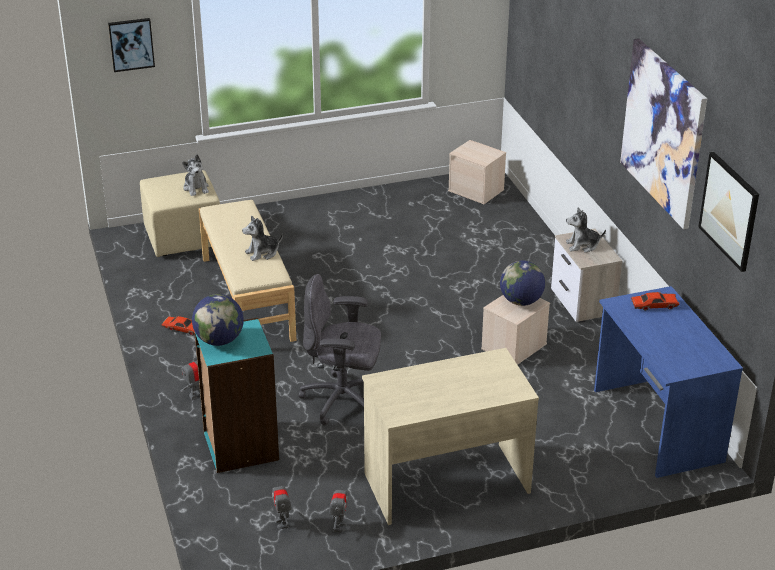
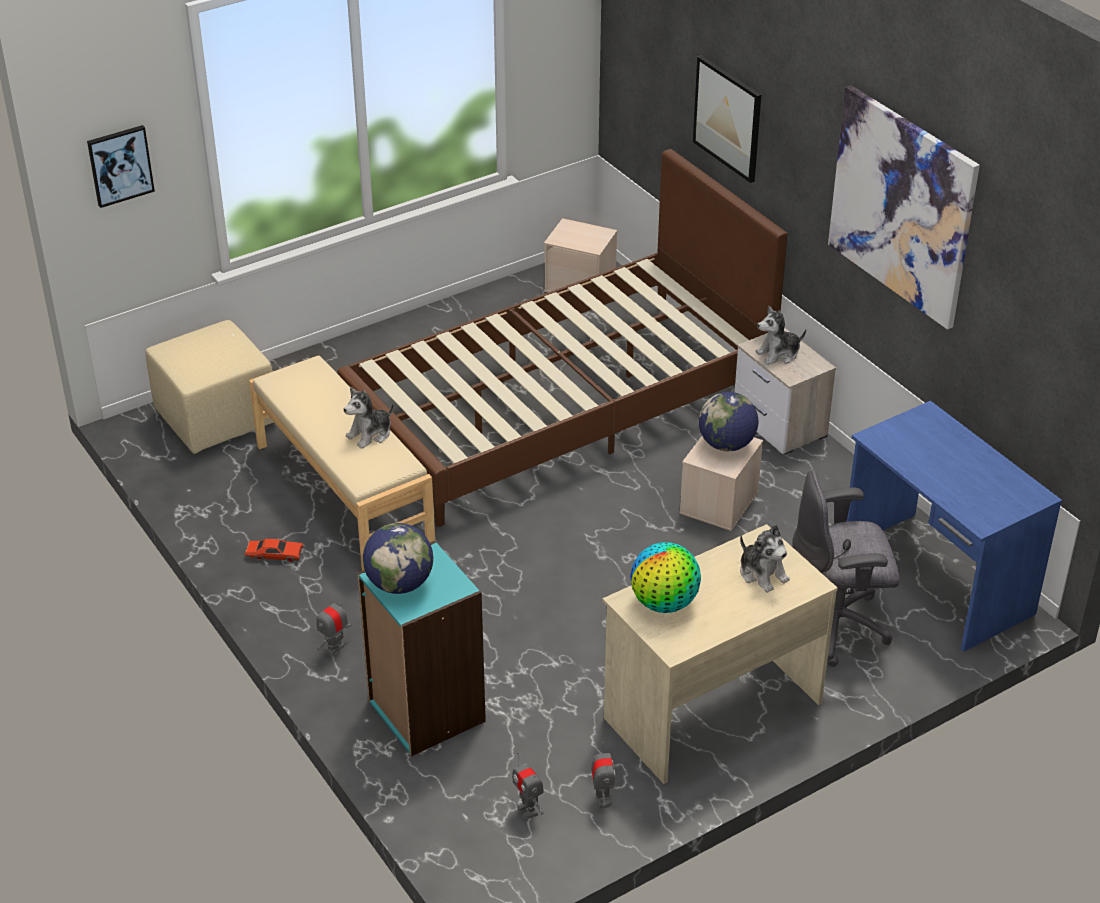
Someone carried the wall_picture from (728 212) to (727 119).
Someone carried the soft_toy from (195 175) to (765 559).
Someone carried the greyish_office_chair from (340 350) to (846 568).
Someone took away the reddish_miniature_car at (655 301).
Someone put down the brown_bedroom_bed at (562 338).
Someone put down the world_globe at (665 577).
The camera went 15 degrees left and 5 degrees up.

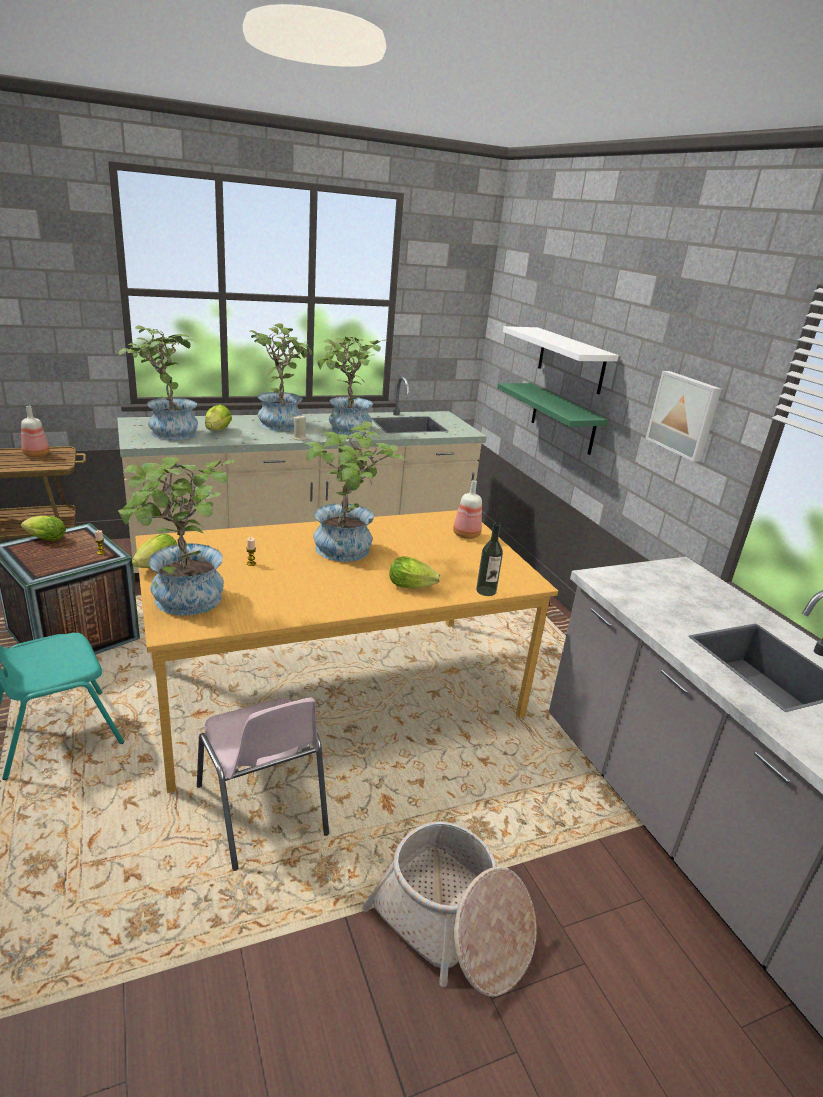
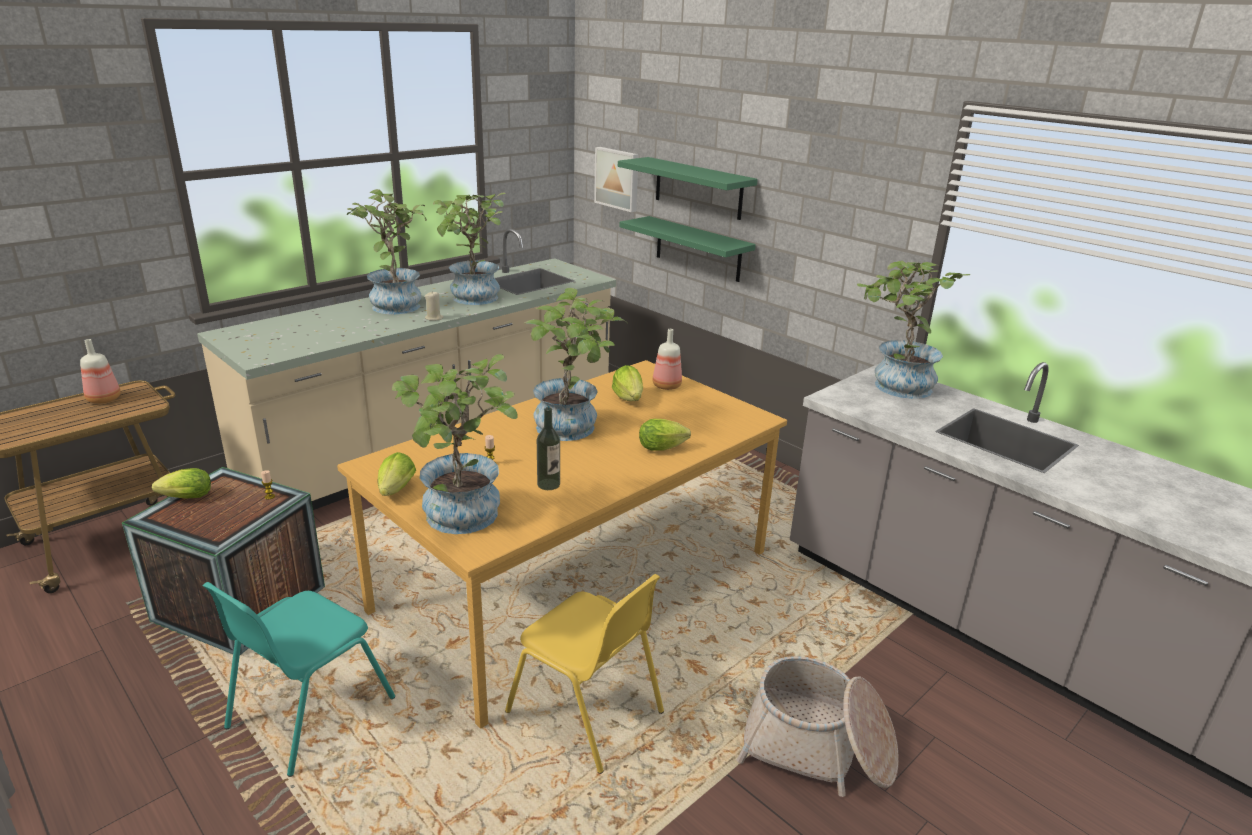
Someone carried the potted_plant from (158 382) to (913 330).
Someone repainted the white_shelf at (561 360), which became the greenish_shelf at (688 188).
Someone carried the wall_picture from (683 416) to (616 179).
Someone carried the head_of_lettuce from (218 417) to (627 383).
Someone carried the beverage_bottle from (489 559) to (548 448).
Someone repainted the pink-coloured_plain_chair at (263 784), which became the yellow_plain_chair at (584 674).
The camera went 20 degrees left and 0 degrees up.

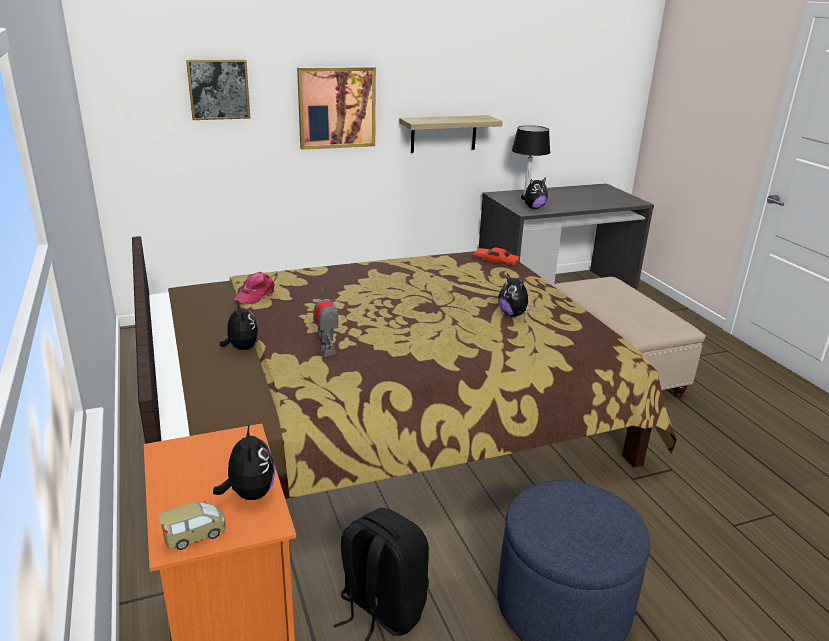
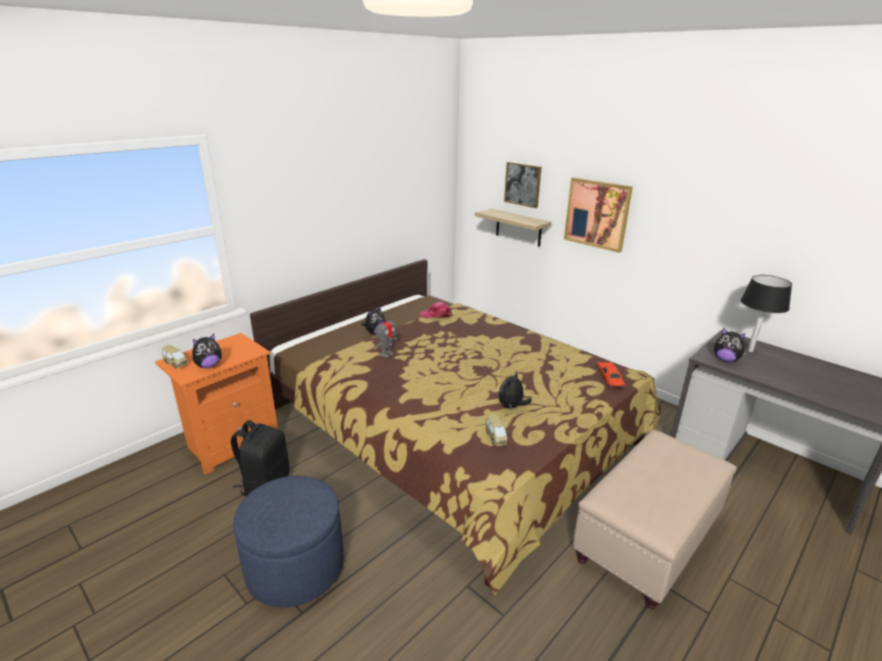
Someone carried the shelf from (451 134) to (513 227).
Someone put down the miniature_car at (497 430).
The camera went 65 degrees right and 0 degrees up.

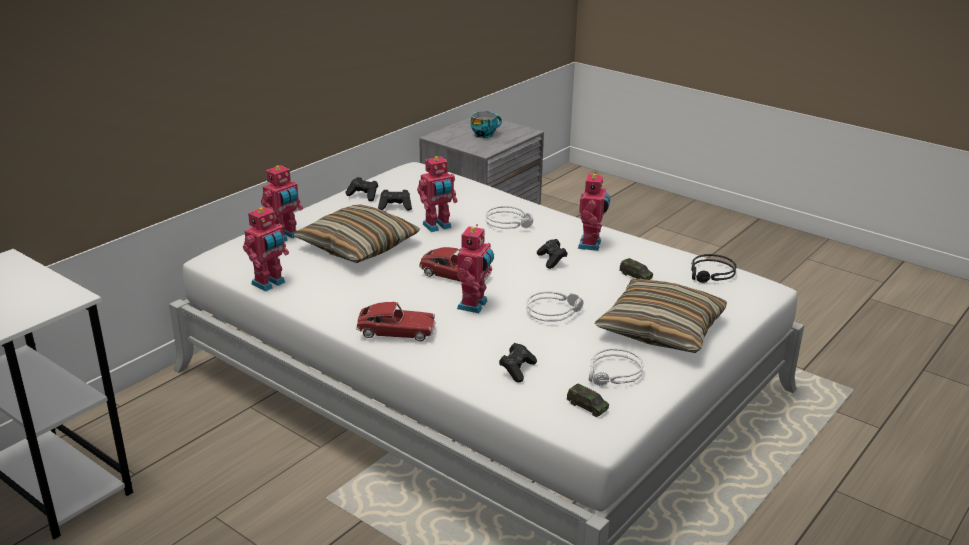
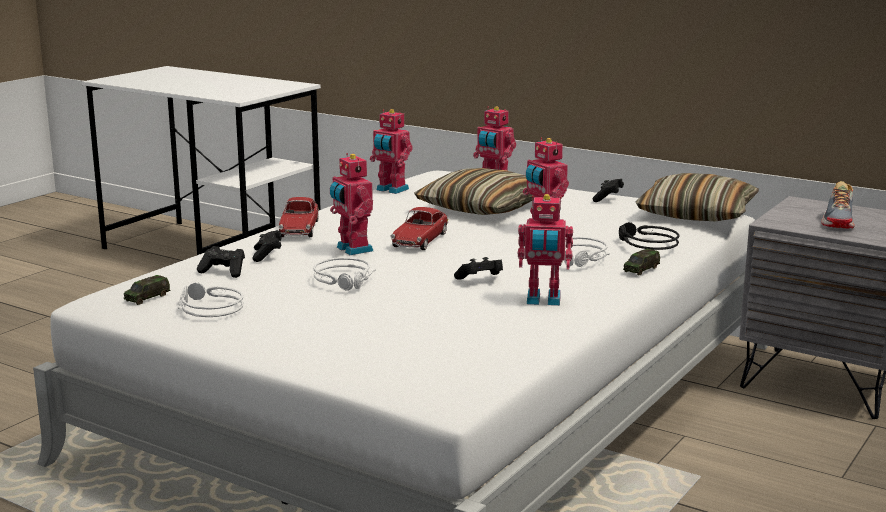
Someone swapped the cup at (486 124) for the low_shoe at (838 204).
Someone carried the black_gamepad from (395 200) to (267 246).
Someone rotated the toy_robot at (475 268) by 45 degrees clockwise.
Someone carried the black_pair_of_headphones from (714 268) to (649 236).
Someone carried the miniature_car from (636 269) to (641 262).
Someone carried the cushion from (661 316) to (697 197).
The camera went 85 degrees right and 10 degrees down.

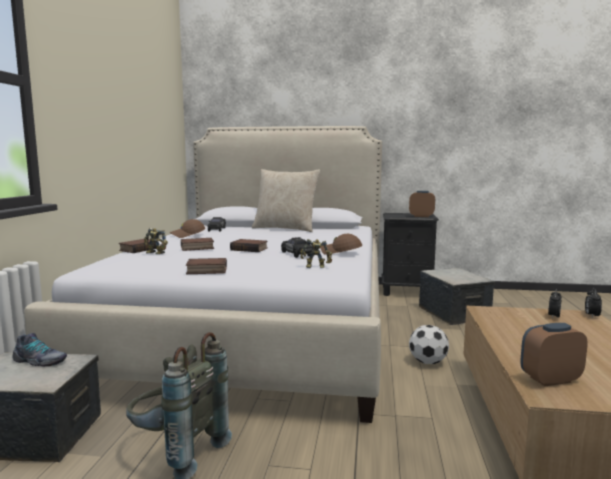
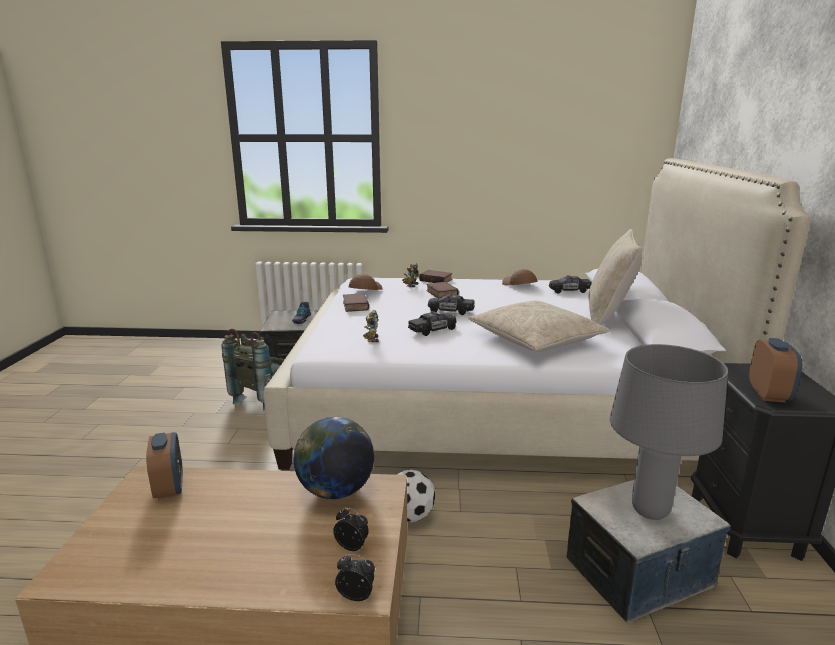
Someone carried the brown_peaked_cap from (341 244) to (366 282).
Someone swapped the bound_book at (249 245) for the black_miniature_car at (451 304).
Someone put down the sand-coloured_cushion at (539 326).
Someone put down the greyish_table_lamp at (669 432).
Someone put down the world_globe at (333 458).
The camera went 85 degrees right and 10 degrees up.

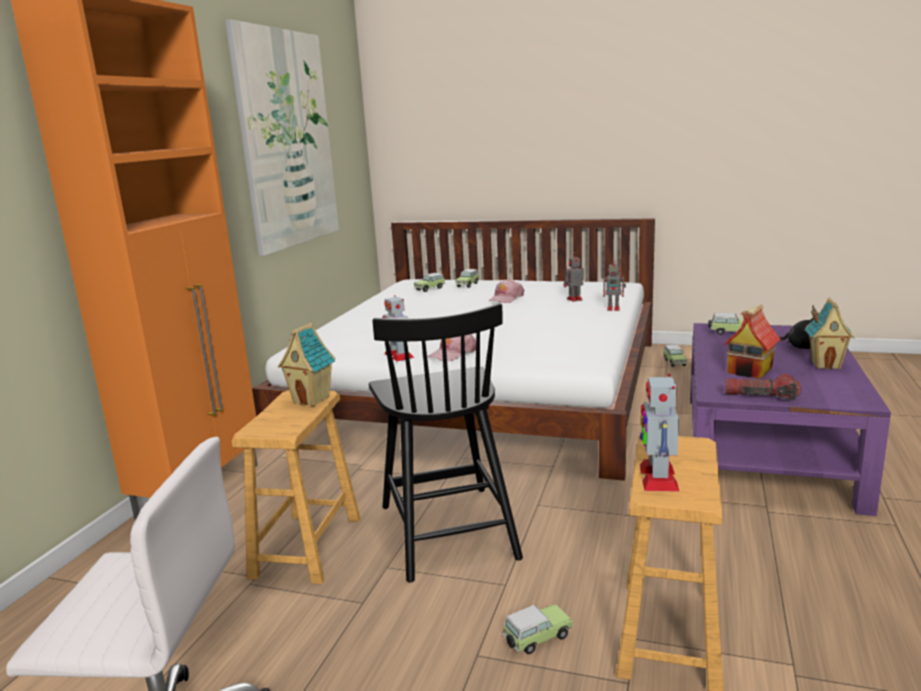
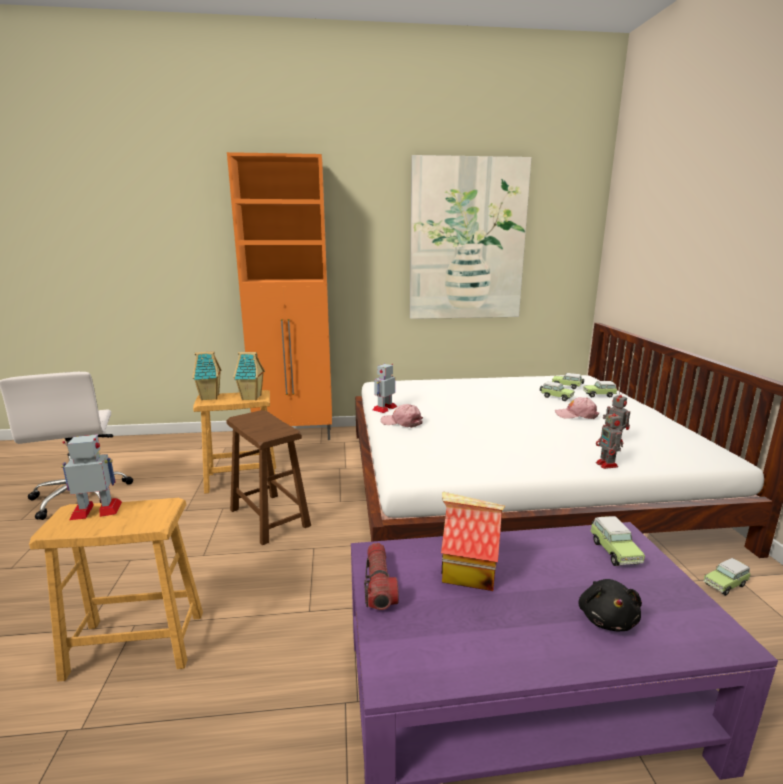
Someone carried the toy_house from (830 333) to (207 375).
Someone swapped the black_plain_chair at (446 443) for the brown_stool_seat at (268 477).
Someone carried the miniature_car from (537 629) to (557 391).
The camera went 65 degrees right and 0 degrees up.

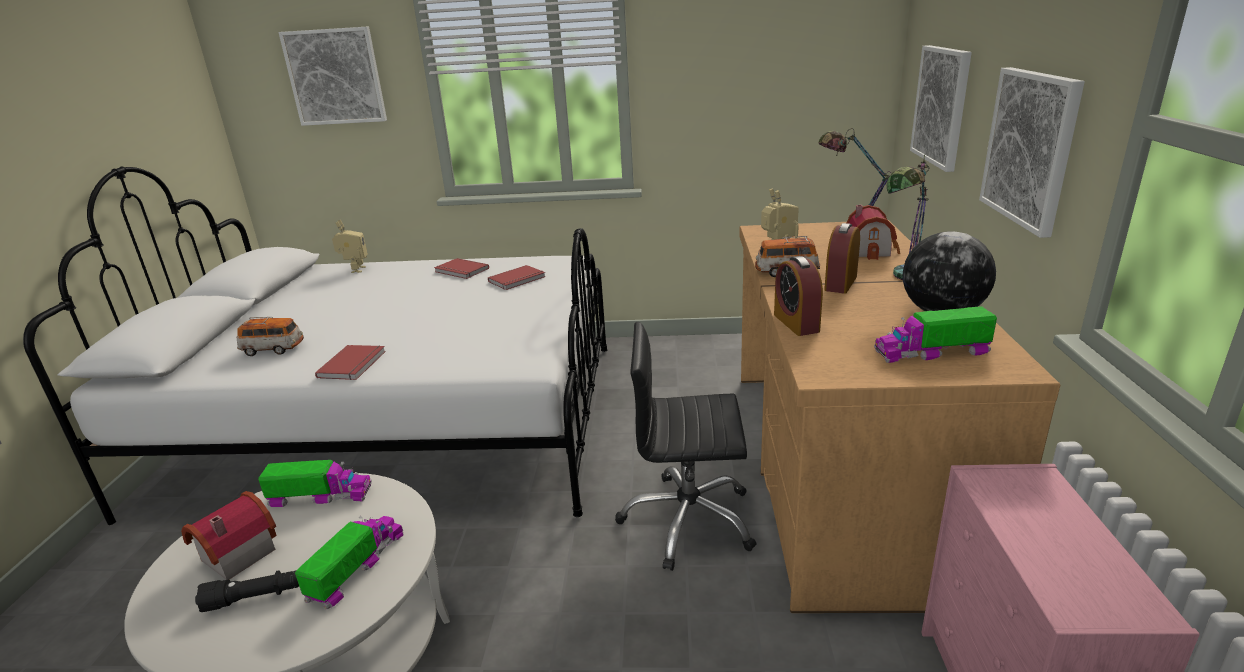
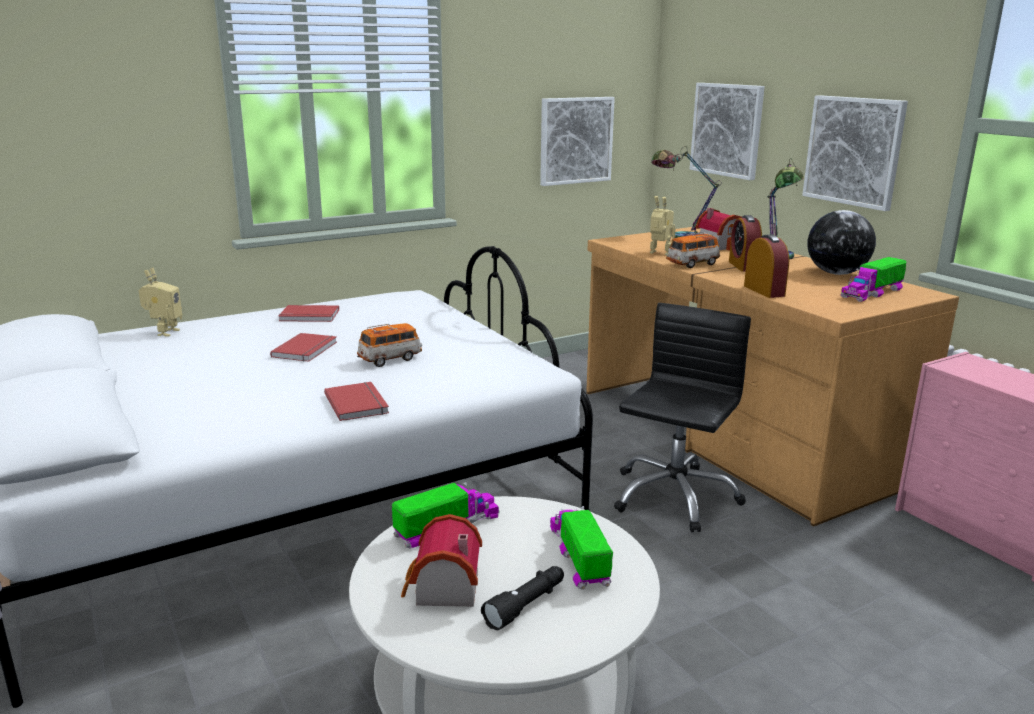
Someone carried the wall_picture from (332 76) to (577 141).
Someone rotated the toy_robot at (350 246) by 45 degrees clockwise.
Someone rotated the alarm_clock at (798 296) by 150 degrees counterclockwise.
Someone carried the reddish_bound_book from (517 277) to (303 347).
Someone carried the miniature_car from (270 336) to (389 345).
Someone rotated the black_office_chair at (686 446) by 150 degrees clockwise.
The camera went 35 degrees left and 5 degrees down.

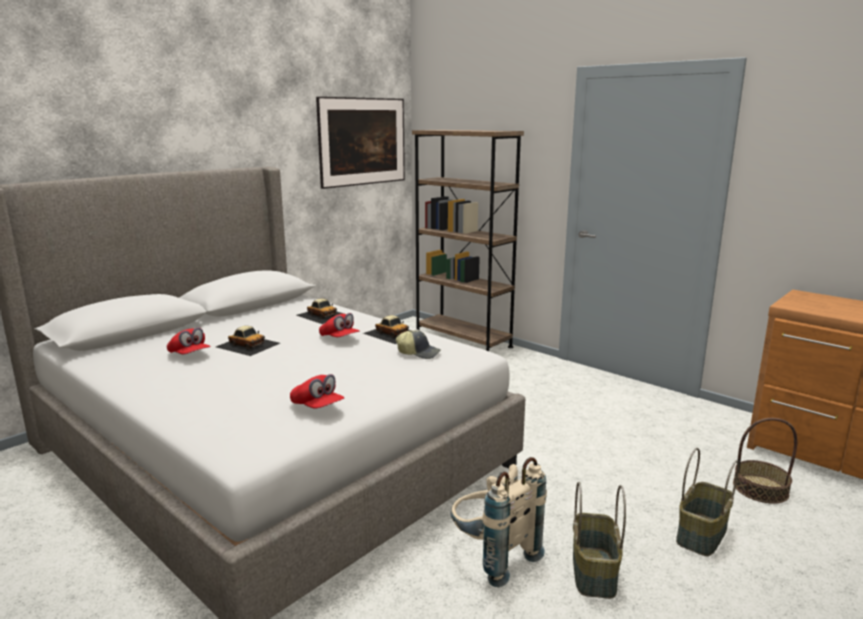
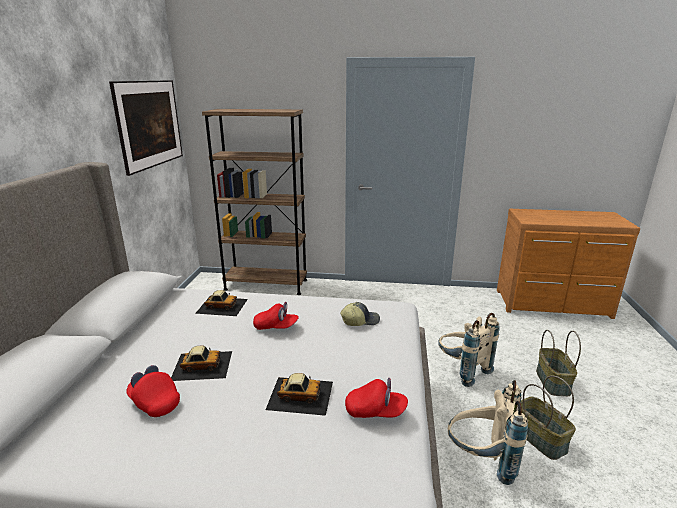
Someone carried the miniature_car from (386 329) to (299 394).
Someone rotated the reddish_peaked_cap at (189 341) by 150 degrees counterclockwise.
Someone took away the storage_basket at (765 461).
Someone put down the sand-coloured_rucksack at (469 350).
The camera went 35 degrees left and 5 degrees up.

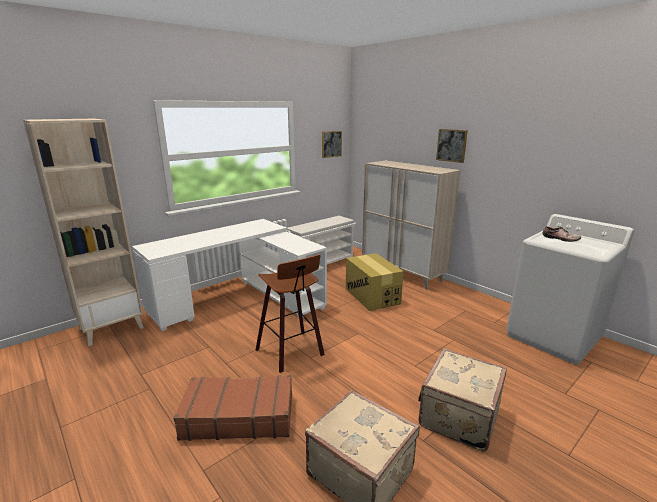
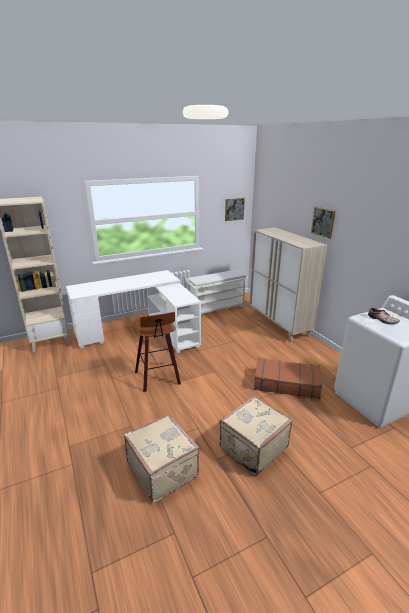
Someone took away the cardboard_box at (375 282).
Someone carried the brown_piece_of_luggage from (232 408) to (288 378).
The camera went 15 degrees right and 5 degrees up.

